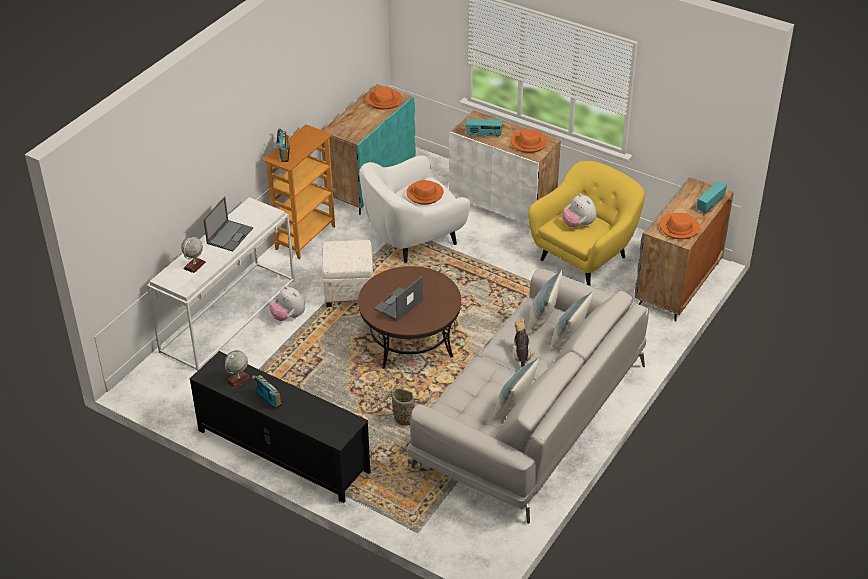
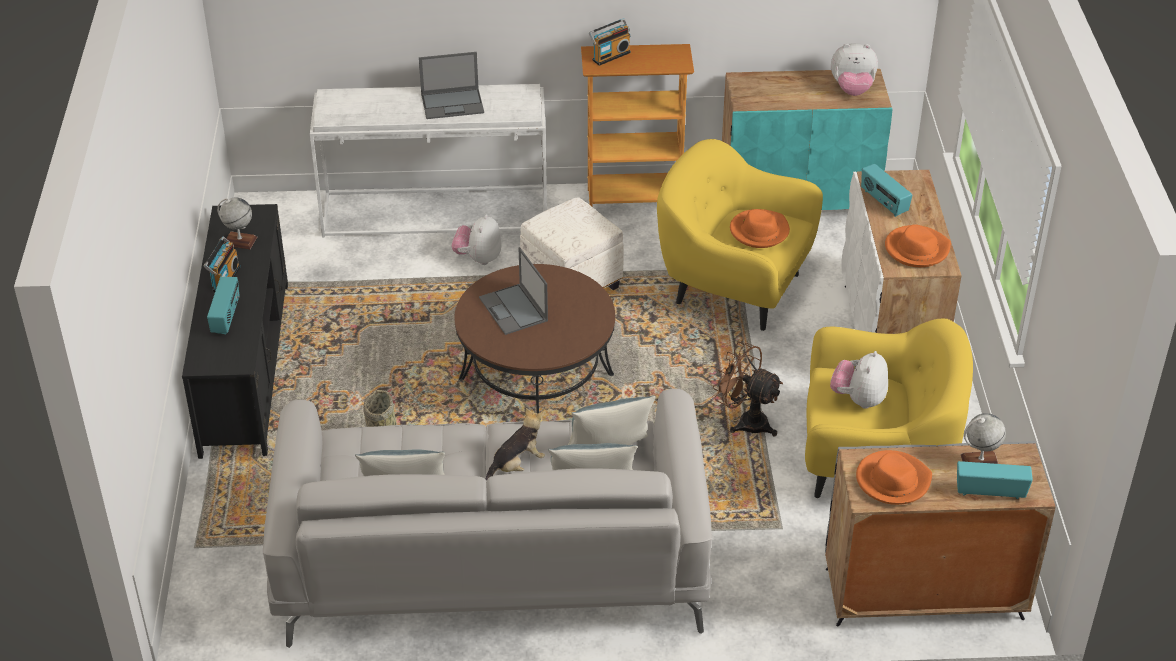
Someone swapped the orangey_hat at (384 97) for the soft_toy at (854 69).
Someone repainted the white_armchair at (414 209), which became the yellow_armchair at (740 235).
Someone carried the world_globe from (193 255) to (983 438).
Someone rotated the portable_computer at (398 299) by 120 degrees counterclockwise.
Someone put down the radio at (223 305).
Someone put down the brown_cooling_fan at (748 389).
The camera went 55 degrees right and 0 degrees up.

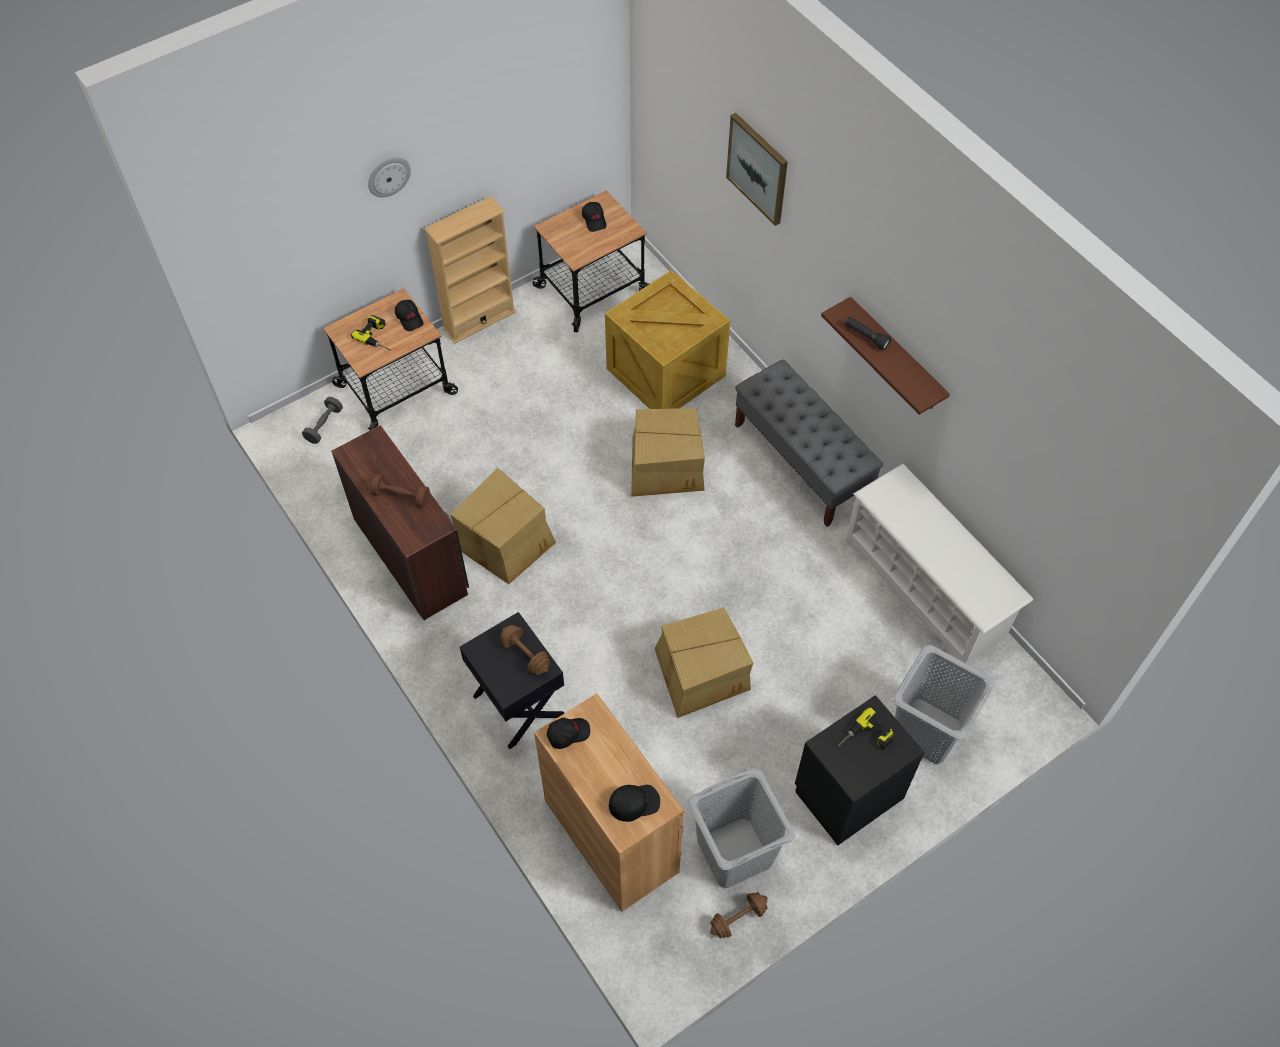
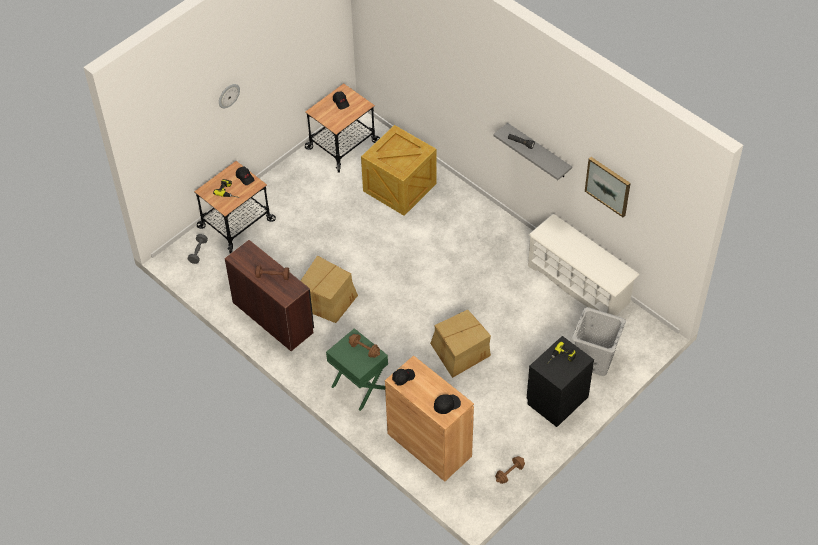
Someone carried the wall_picture from (757 169) to (608 187).
Someone took away the sand-coloured_bookcase at (470 269).
Someone repainted the brown_shelf at (885 356), which became the greyish_shelf at (532 151).
Someone took away the greyish_indoor_bench at (809 443).
Someone took away the cardboard_box at (668 452).
Someone repainted the black_night_table at (512 680), which became the greenish_night_table at (357 369).
Someone took away the greyish_hamper at (741 828).
The camera went 10 degrees left and 5 degrees down.

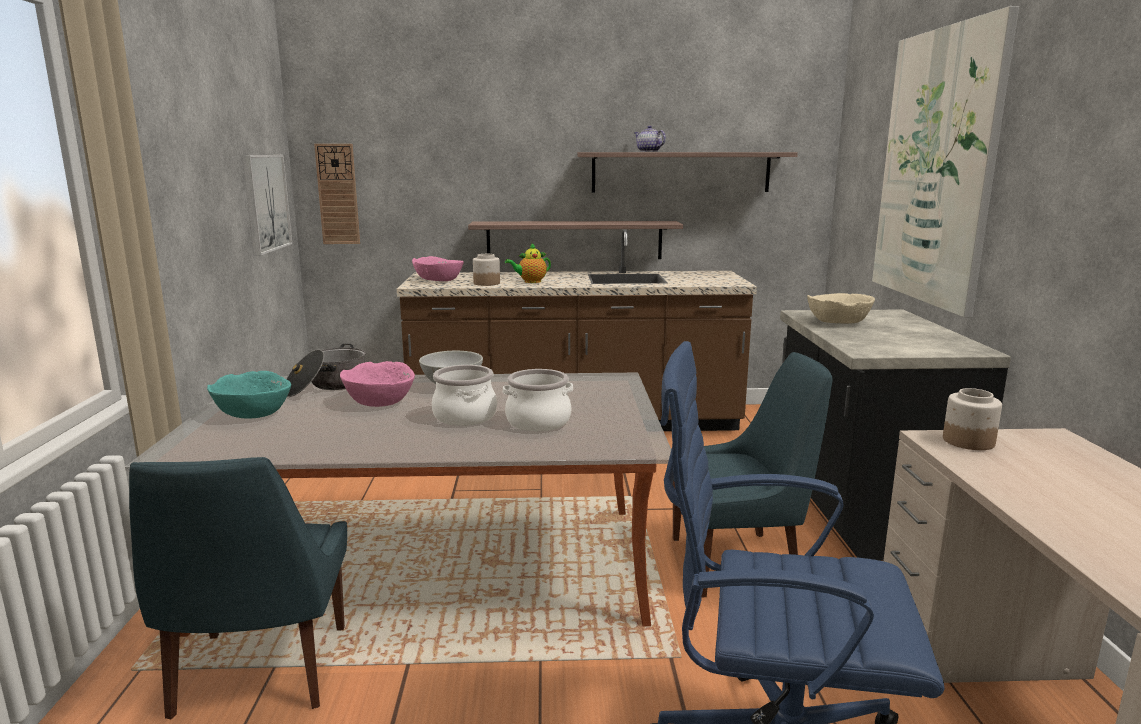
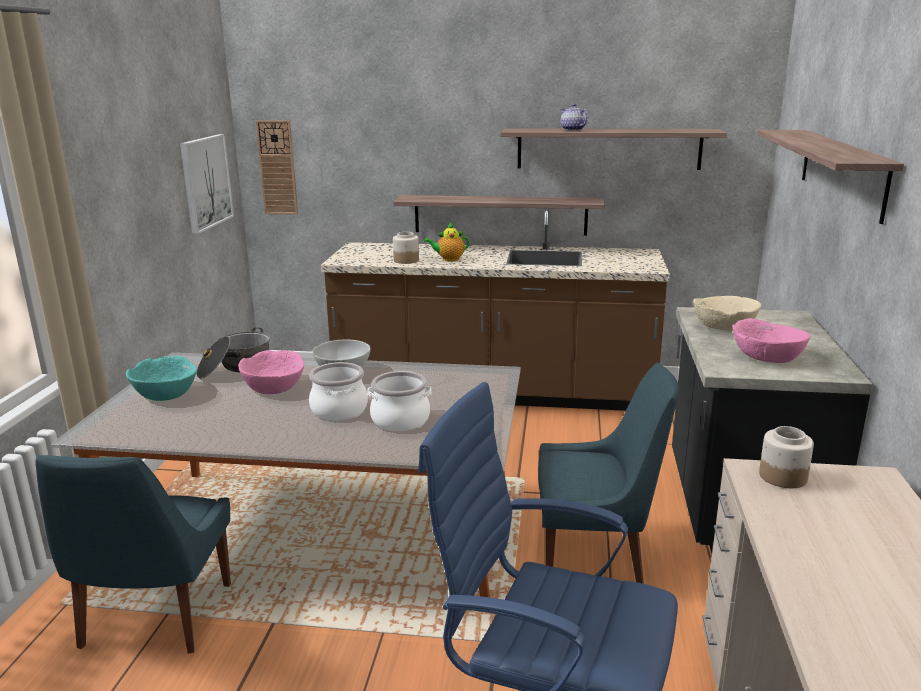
Someone swapped the wall_picture at (945 161) for the shelf at (831 177).
Someone carried the pink-coloured_bowl from (438 268) to (771 340).
The camera went 10 degrees right and 5 degrees up.

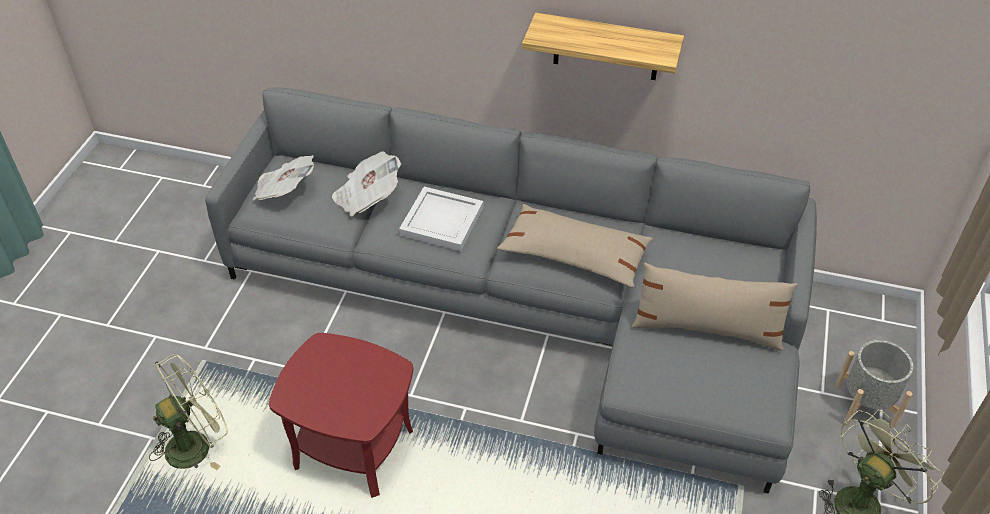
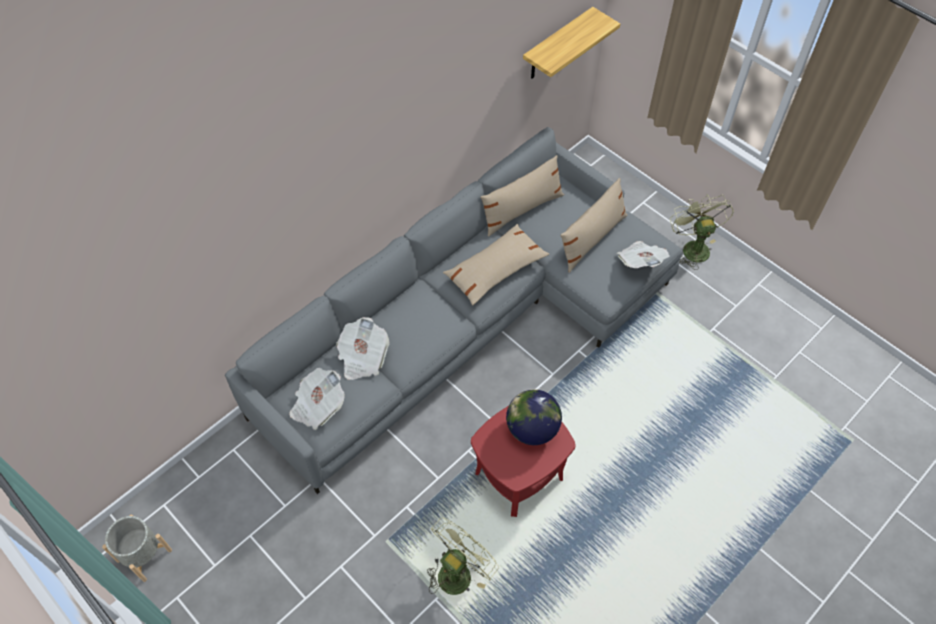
Someone carried the shelf from (603 46) to (571 42).
Someone took away the white_tray at (441 219).
Someone carried the greyish_flower_pot from (874 384) to (137 548).
Someone rotated the greenish_cooling_fan at (188 412) by 45 degrees clockwise.
Someone put down the sand-coloured_cushion at (522 196).
Someone put down the daily_paper at (643 254).
Someone put down the world_globe at (534 417).
The camera went 60 degrees left and 10 degrees up.

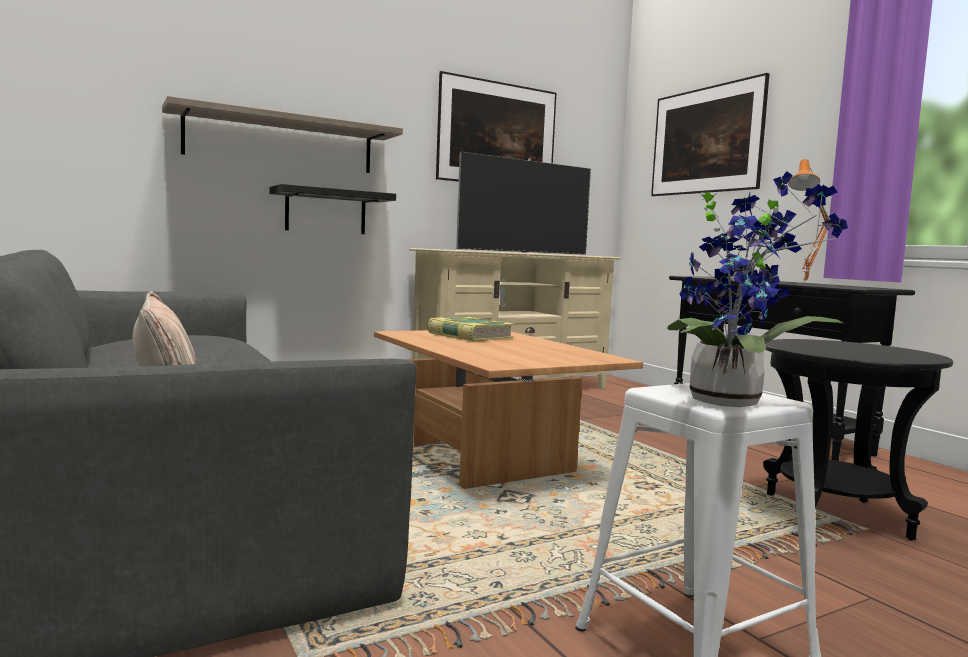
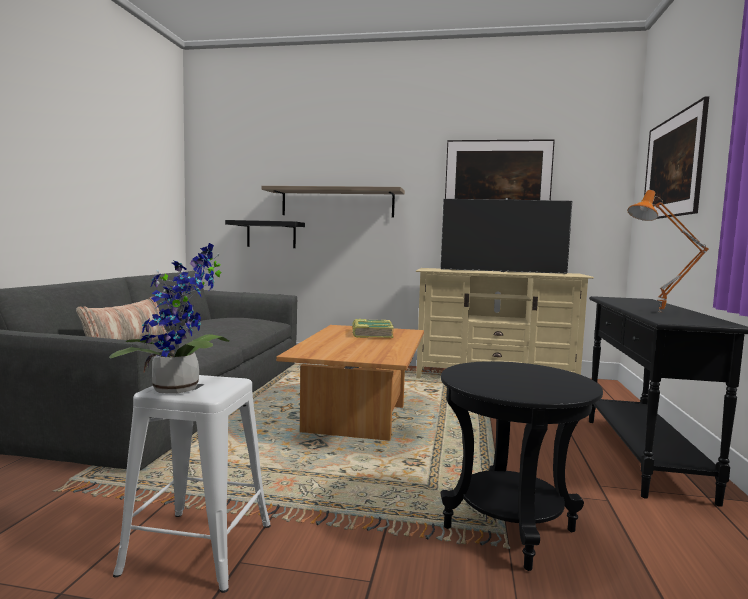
Someone carried the black_shelf from (332 209) to (265 234).
The camera went 40 degrees right and 0 degrees up.

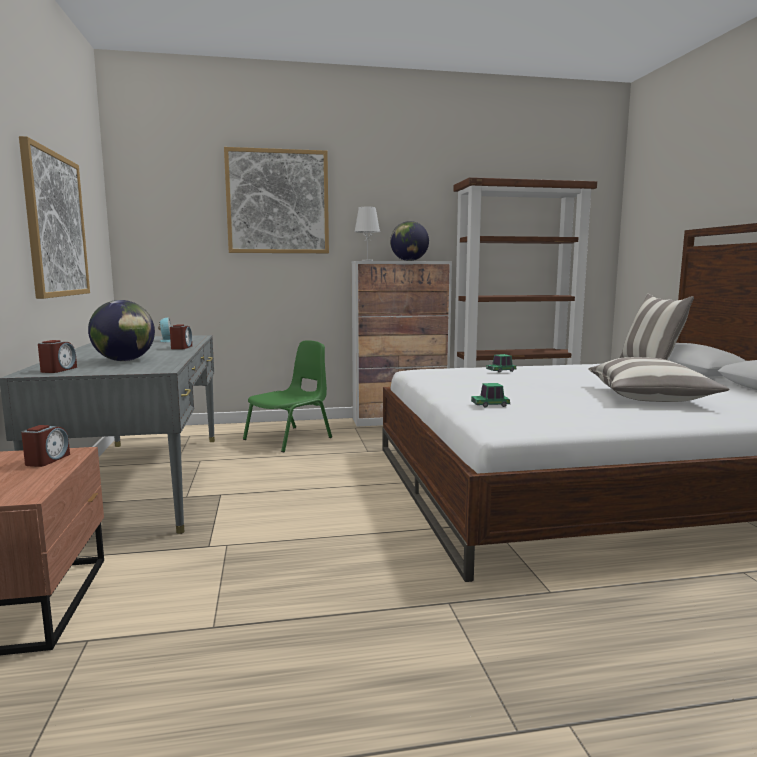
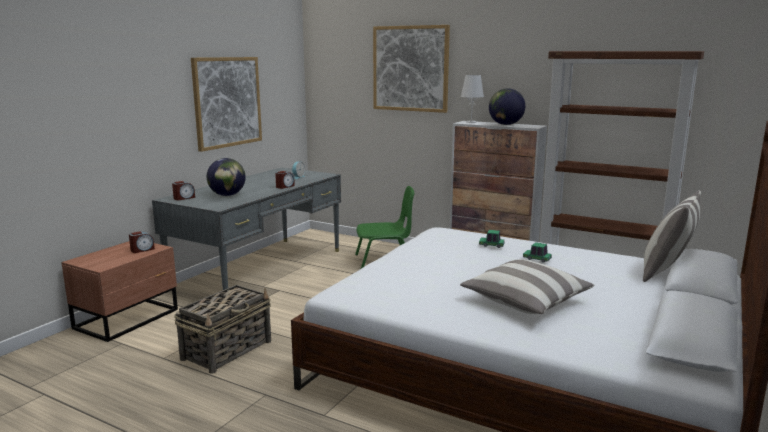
Someone carried the miniature_car from (490 395) to (537 252).
Someone put down the storage_basket at (222 329).
The camera went 40 degrees right and 5 degrees up.

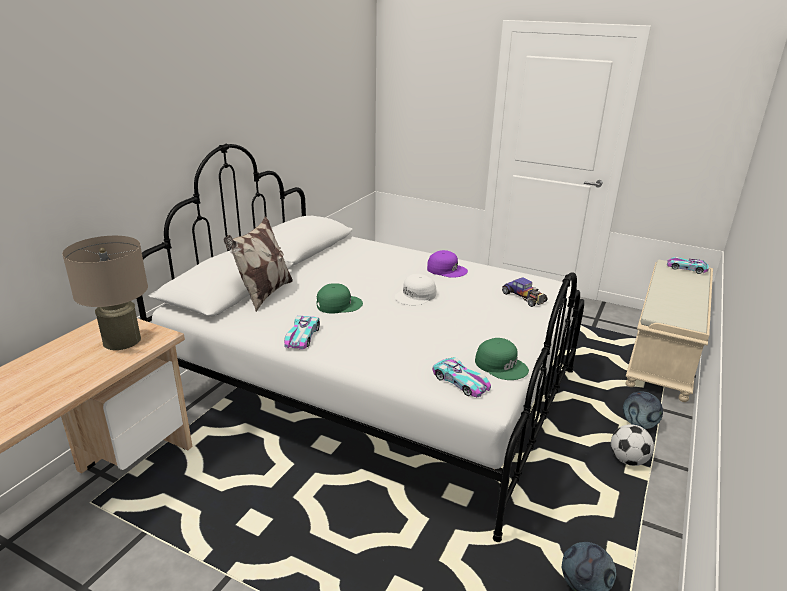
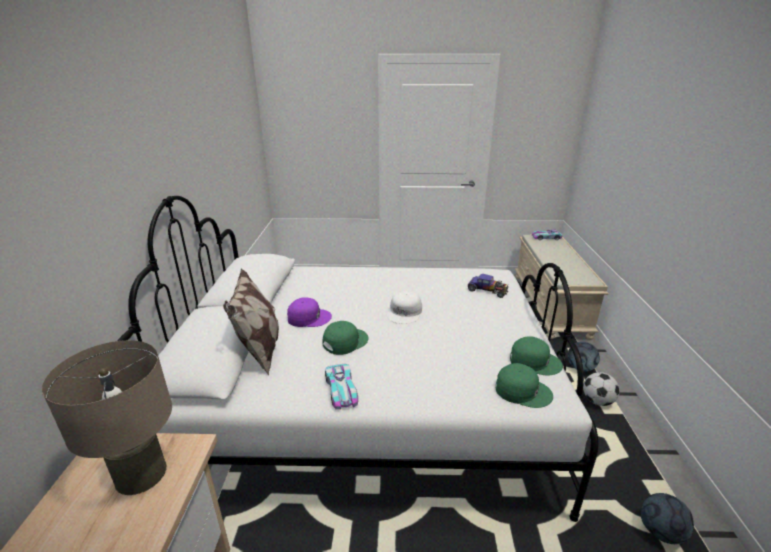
Someone carried the purple_peaked_cap from (447 264) to (309 312).
Someone swapped the miniature_car at (462 377) for the greenish_peaked_cap at (524 385).
The camera went 25 degrees left and 0 degrees up.

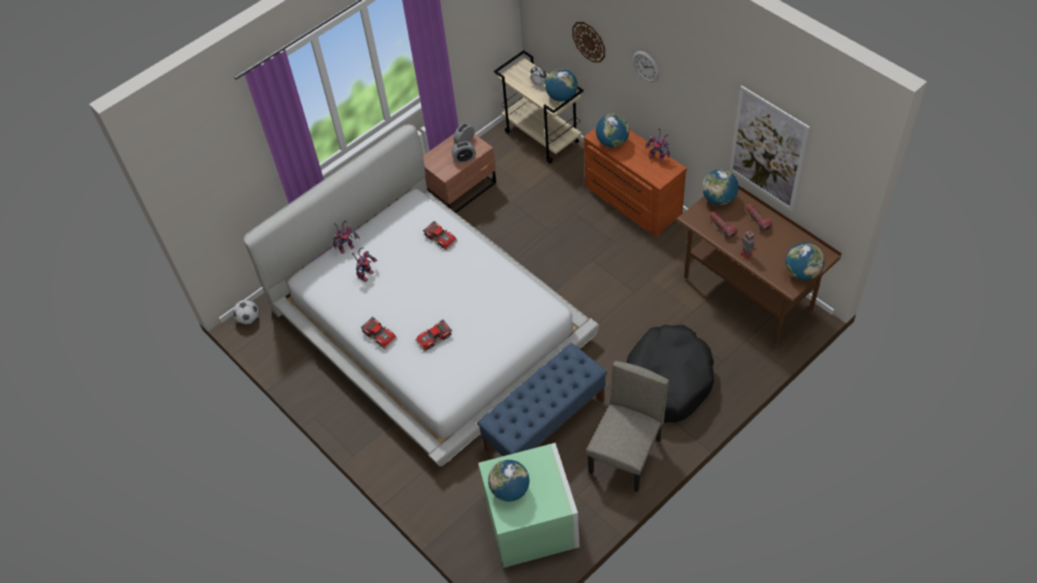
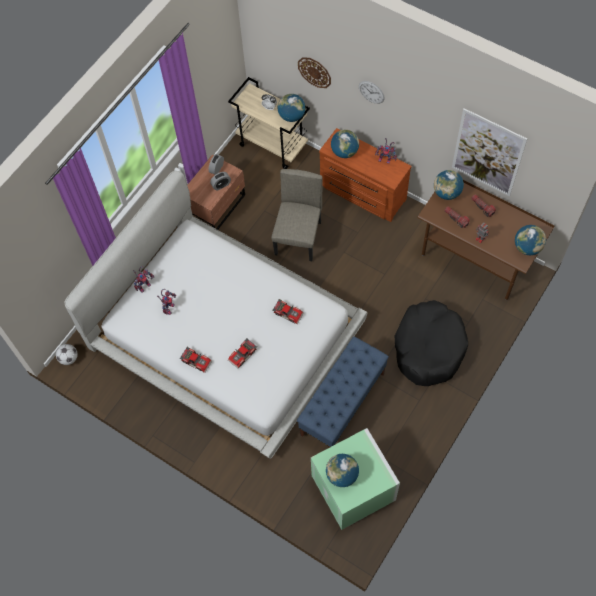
Someone carried the miniature_car from (440 236) to (288 311).
Someone carried the sand-coloured_plain_chair from (627 426) to (297 215).
The camera went 15 degrees left and 10 degrees up.

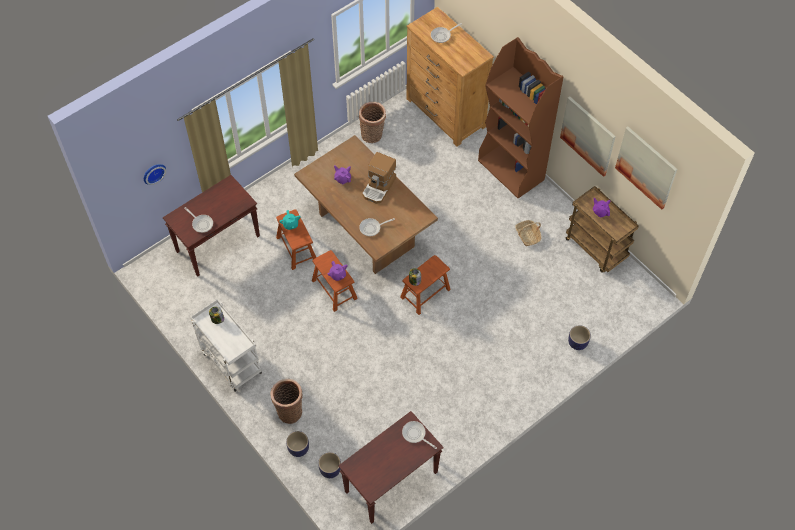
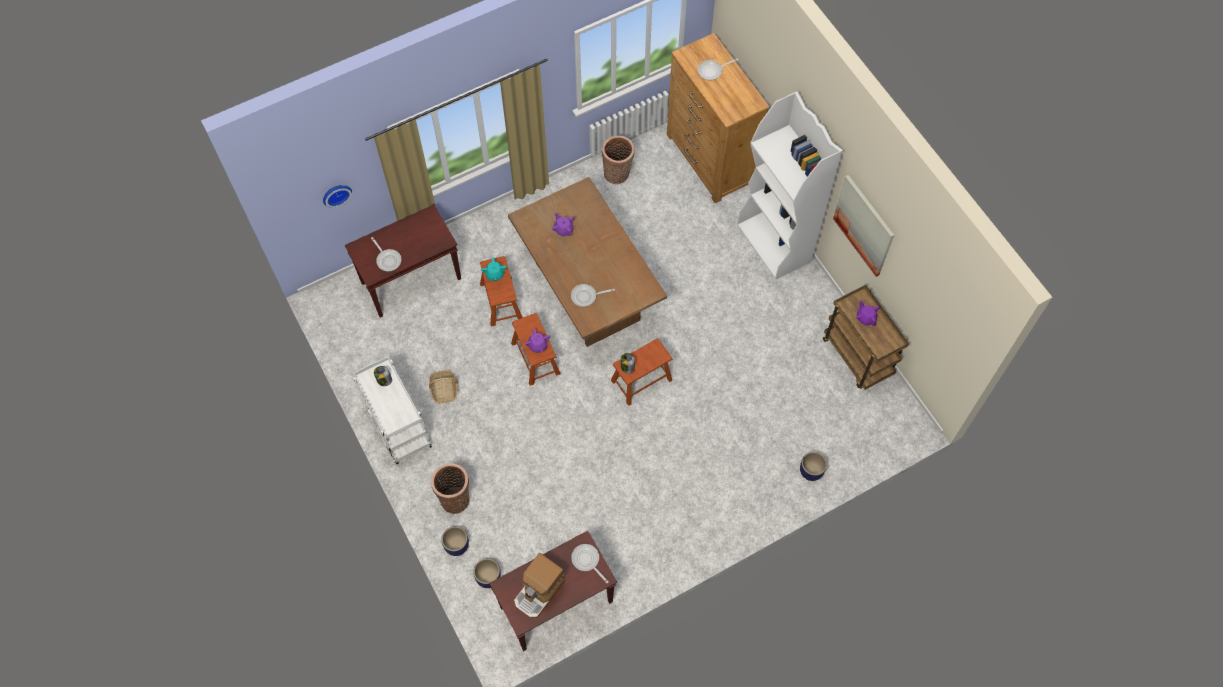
Someone repainted the brown_bookcase at (521 117), which became the white_bookcase at (790 185).
Someone took away the wall_picture at (646 168).
Someone carried the coffee_machine from (379 178) to (539 585).
Someone carried the storage_basket from (528 233) to (443 387).
The camera went 10 degrees right and 5 degrees up.

